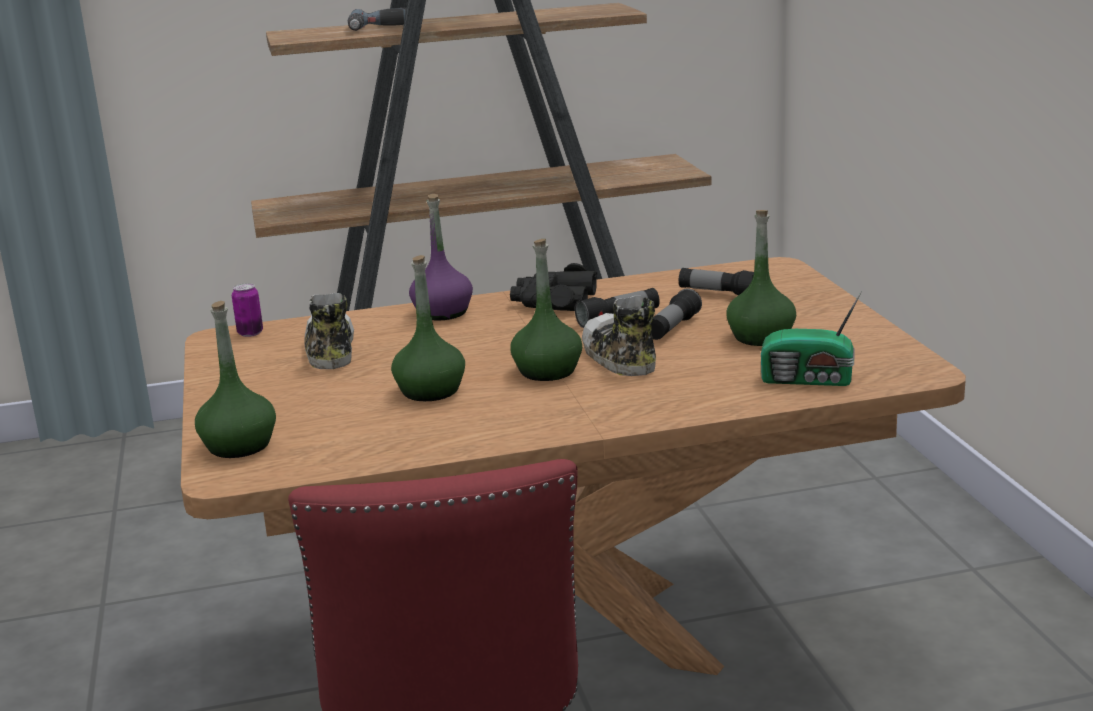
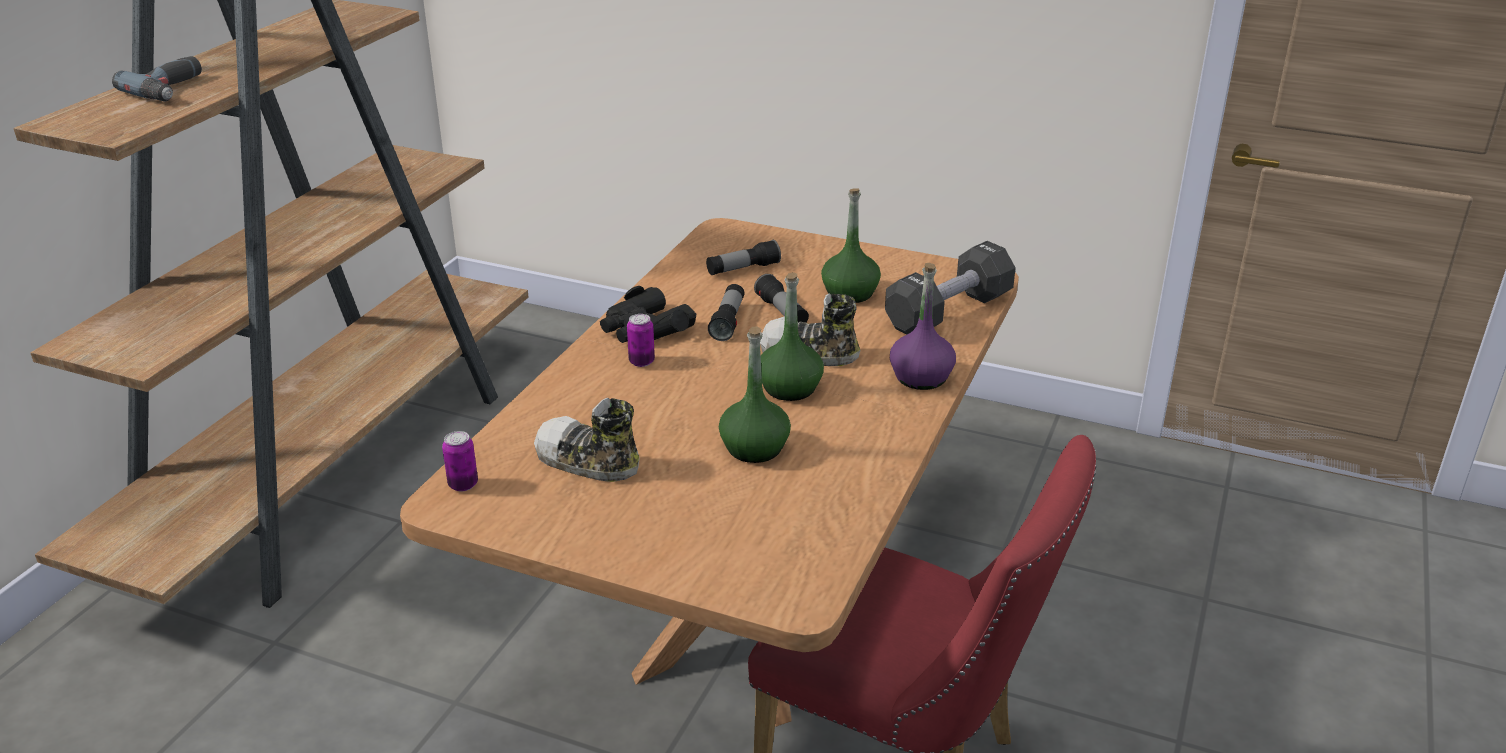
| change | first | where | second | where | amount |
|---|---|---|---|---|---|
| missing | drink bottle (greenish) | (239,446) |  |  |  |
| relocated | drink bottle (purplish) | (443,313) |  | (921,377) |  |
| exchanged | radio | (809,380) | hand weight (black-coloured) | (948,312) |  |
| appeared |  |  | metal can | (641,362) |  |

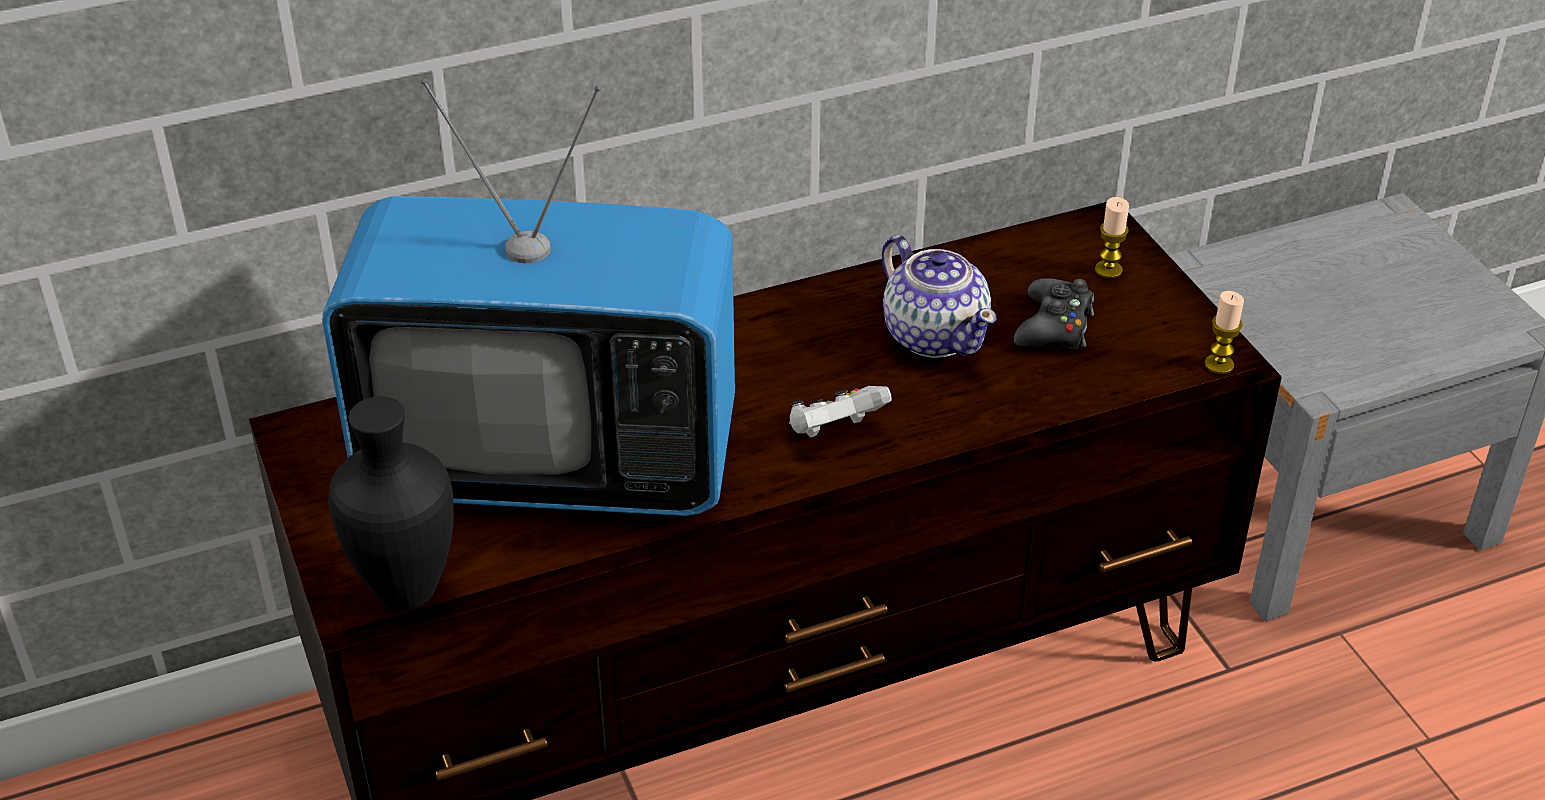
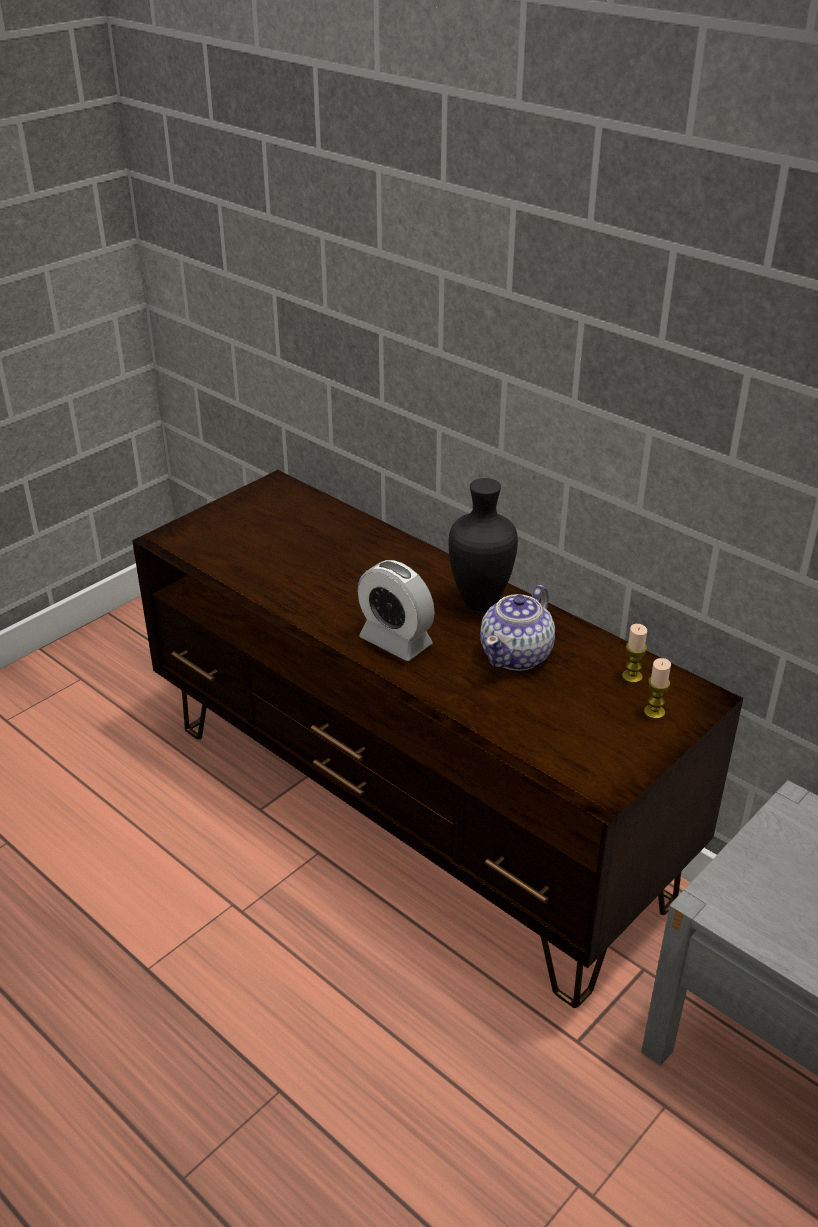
| change | first | where | second | where | amount |
|---|---|---|---|---|---|
| missing | TV set | (551,463) |  |  |  |
| relocated | decorative vase (black-coloured) | (406,589) |  | (481,602) |  |
| exchanged | gamepad (white-coloured) | (835,431) | bedside clock | (395,641) |  |
| missing | gamepad (black-coloured) | (1054,326) |  |  |  |
| relocated | candle | (1219,365) |  | (632,677) |  |

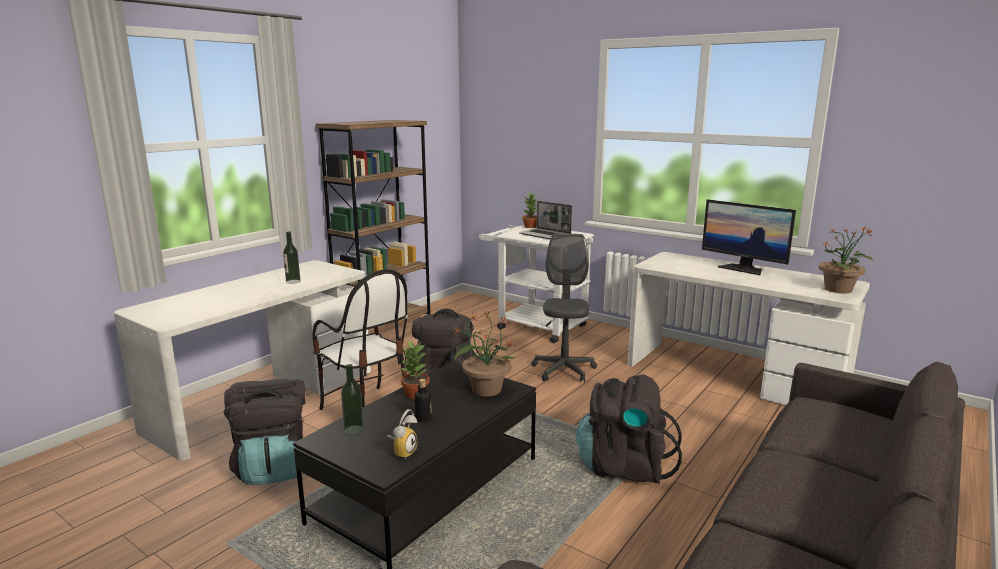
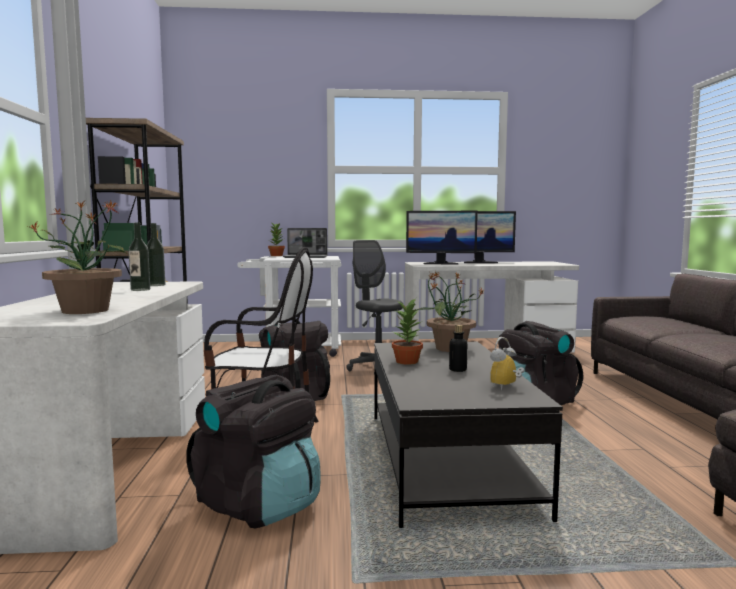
| change | first | where | second | where | amount |
|---|---|---|---|---|---|
| relocated | drink bottle | (354,430) |  | (156,285) |  |
| spun | bedside clock | (403,452) |  | (506,387) | 120 degrees counterclockwise |
| relocated | plant in a pot | (839,289) |  | (87,310) |  |
| appeared |  |  | computer screen | (440,263) |  |

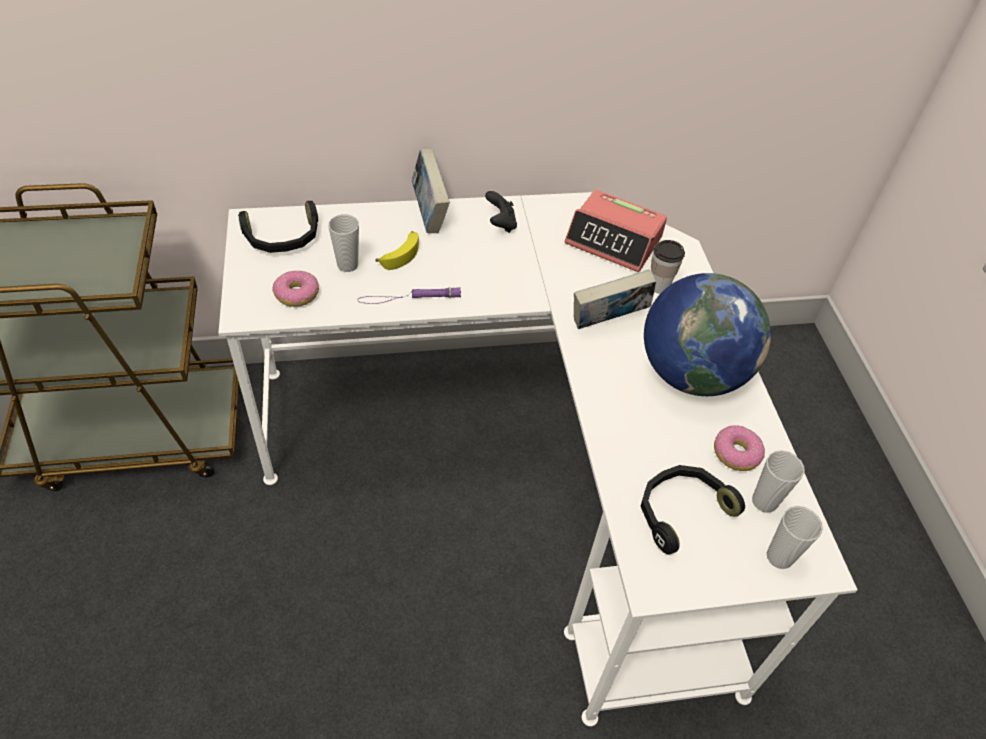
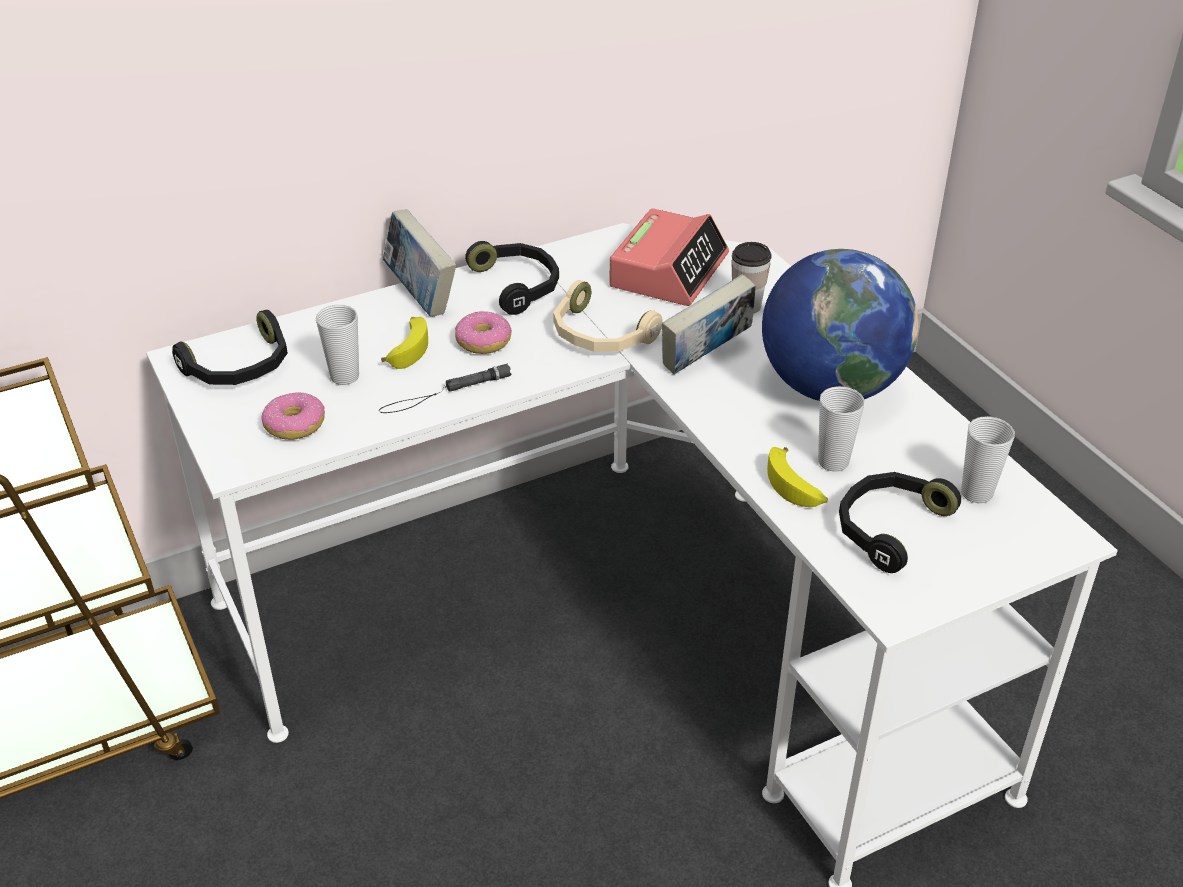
| change | first | where | second | where | amount |
|---|---|---|---|---|---|
| colour | hand torch (purplish) | (409,298) | hand torch (black-coloured) | (445,393) |  |
| exchanged | gamepad (black-coloured) | (500,224) | pair of headphones (black-coloured) | (518,285) |  |
| spun | bedside clock | (614,240) |  | (669,271) | 75 degrees counterclockwise |
| relocated | doughnut | (736,453) |  | (484,341) |  |
| relocated | cup | (779,557) |  | (833,462) |  |
| appeared |  |  | pair of headphones (beige-coloured) | (599,336) |  |
| appeared |  |  | whole banana | (795,487) |  |

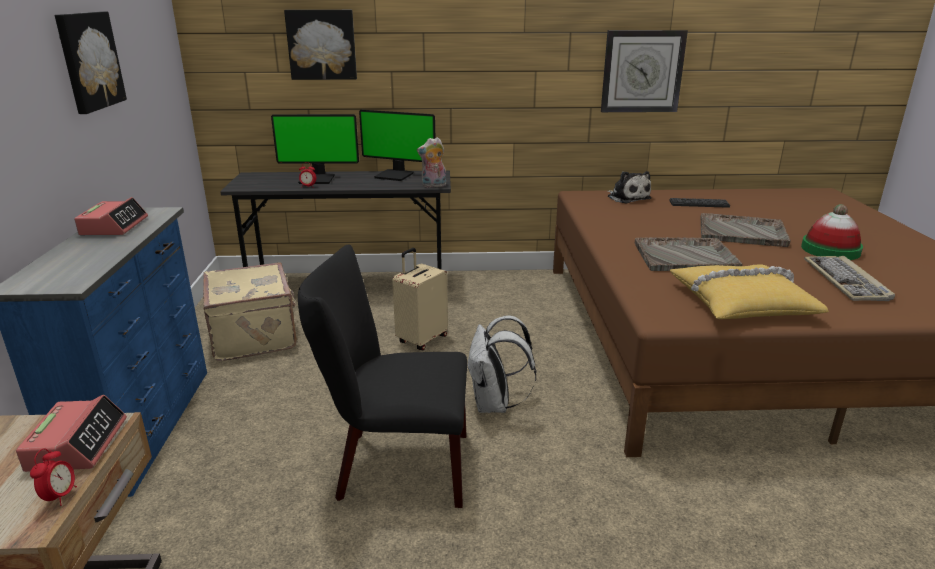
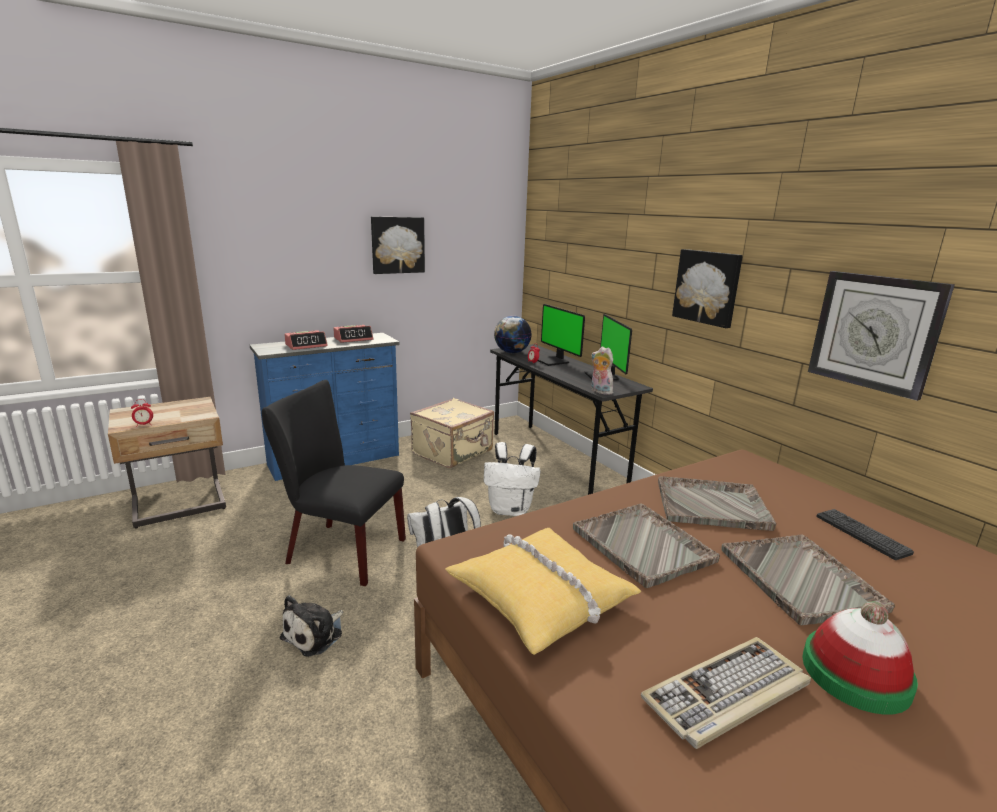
| change | first | where | second | where | amount |
|---|---|---|---|---|---|
| relocated | bedside clock | (77,444) |  | (306,345) |  |
| relocated | wall art | (322,44) |  | (707,287) |  |
| spun | upright chair (black-coloured) | (394,467) |  | (339,550) | 45 degrees counterclockwise |
| exchanged | piece of luggage (beige-coloured) | (421,339) | rucksack (white-coloured) | (511,510) |  |
| relocated | plush toy | (627,197) |  | (315,634) |  |
| appeared |  |  | world globe | (511,352) |  |
| appeared |  |  | carrying tray (greyish) | (713,505) |  |

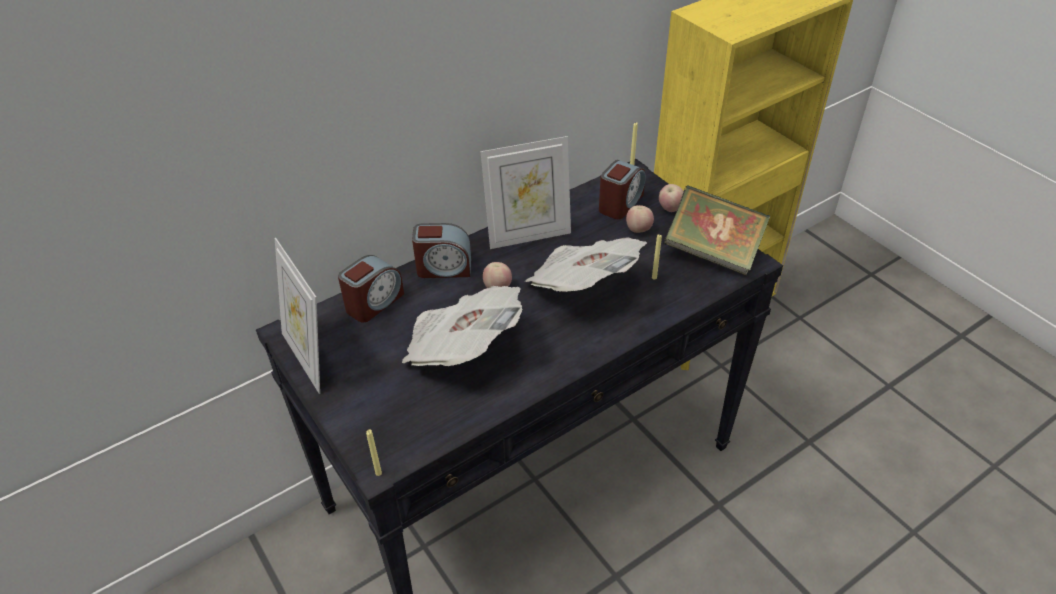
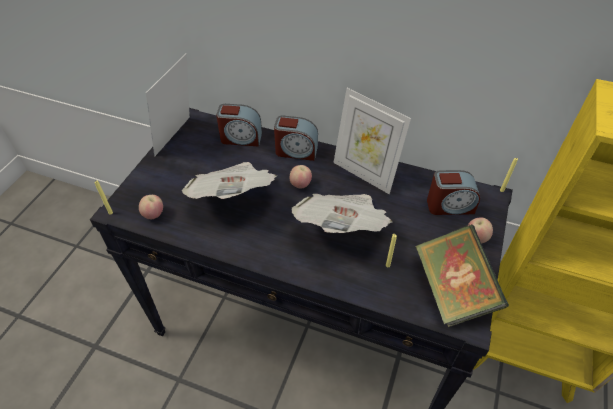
| change | first | where | second | where | amount |
|---|---|---|---|---|---|
| spun | bedside clock | (444,268) |  | (296,151) | 45 degrees counterclockwise |
| relocated | apple | (638,230) |  | (154,215) |  |

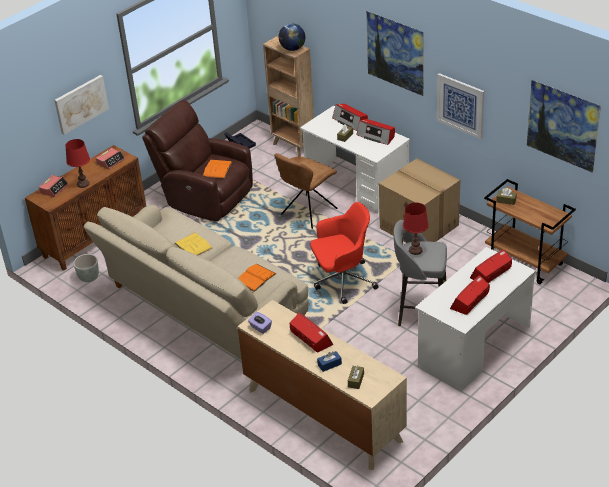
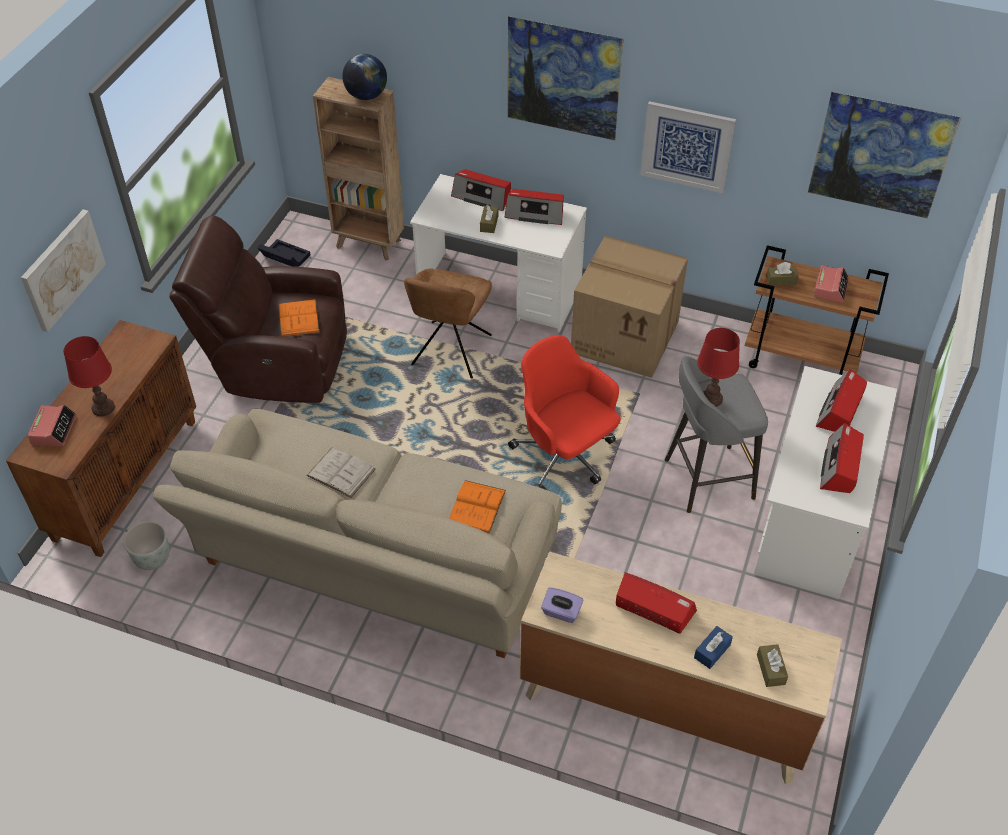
| change | first | where | second | where | amount |
|---|---|---|---|---|---|
| relocated | bedside clock | (111,161) |  | (830,288) |  |
| colour | bound book (yellow) | (193,245) | bound book (white-coloured) | (341,472) |  |
| spun | office chair (red) | (342,281) |  | (564,457) | 90 degrees counterclockwise |

